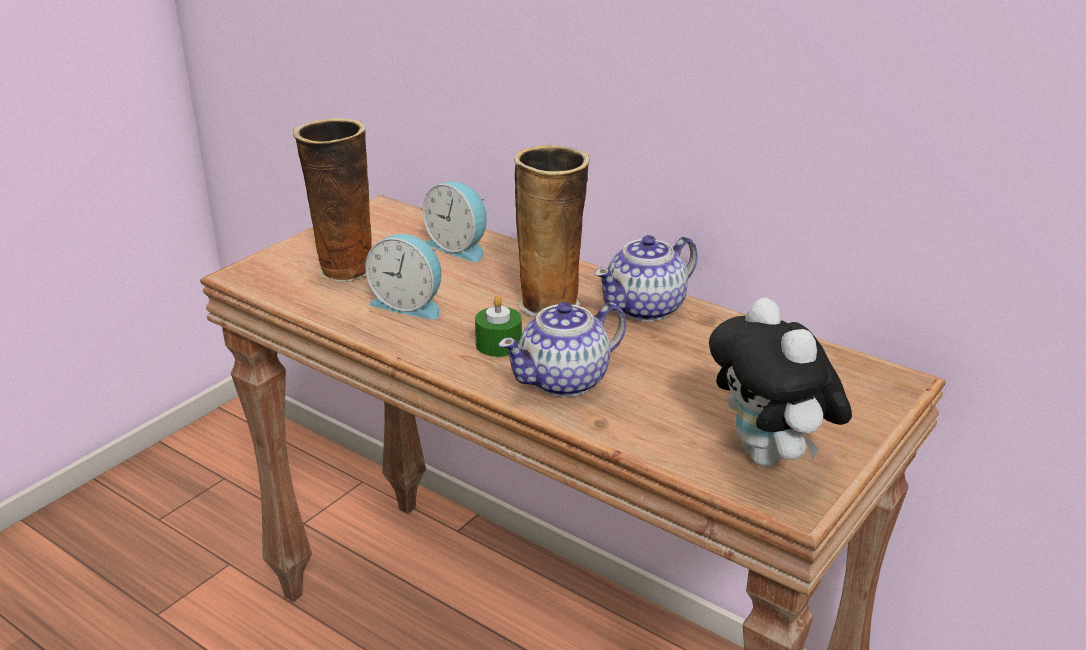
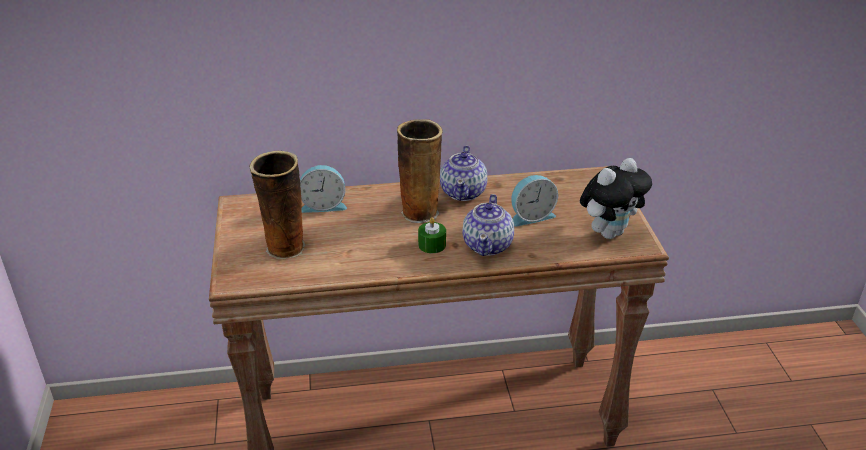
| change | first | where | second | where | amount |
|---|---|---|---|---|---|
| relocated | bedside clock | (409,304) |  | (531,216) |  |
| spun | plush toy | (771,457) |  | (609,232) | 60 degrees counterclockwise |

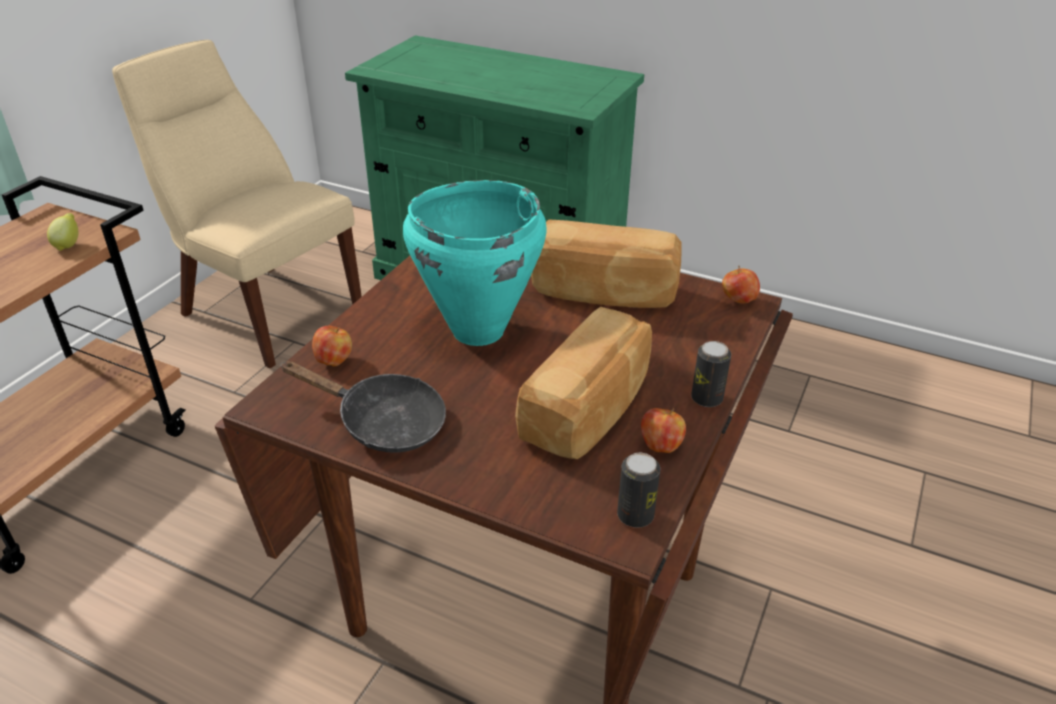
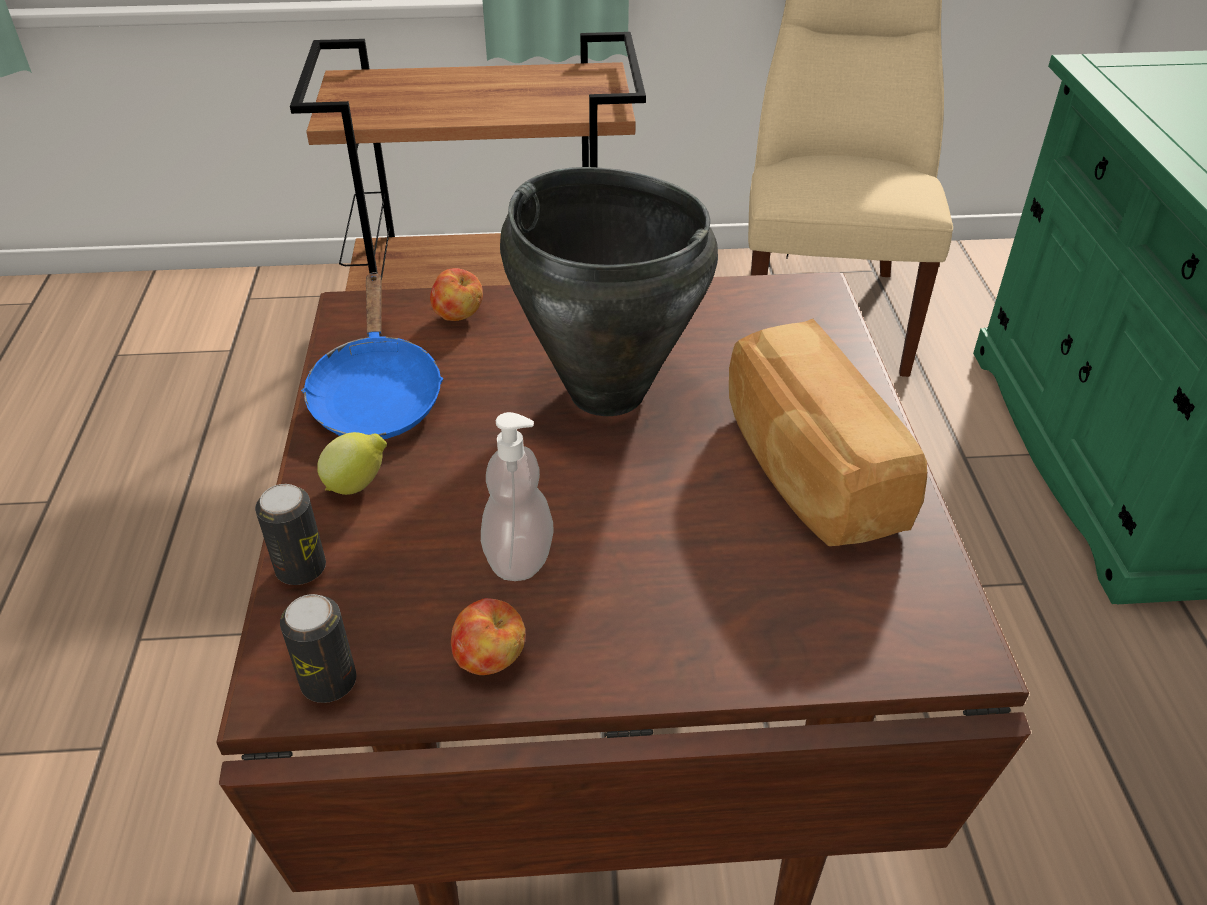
| change | first | where | second | where | amount |
|---|---|---|---|---|---|
| relocated | lemon | (68,245) |  | (358,485) |  |
| colour | frying pan (black-coloured) | (383,422) | frying pan (blue) | (376,395) |  |
| colour | stockpot (turquoise-coloured) | (477,330) | stockpot (black-coloured) | (606,391) |  |
| exchanged | bakery bread | (590,410) | liquid soap bottle | (519,557) |  |
| relocated | metal can | (706,398) |  | (301,568) |  |
| missing | apple | (738,300) |  |  |  |

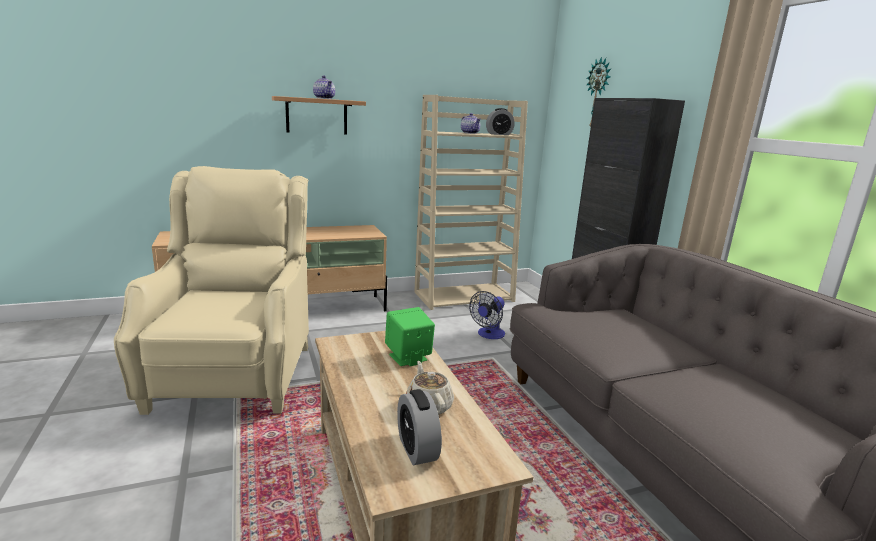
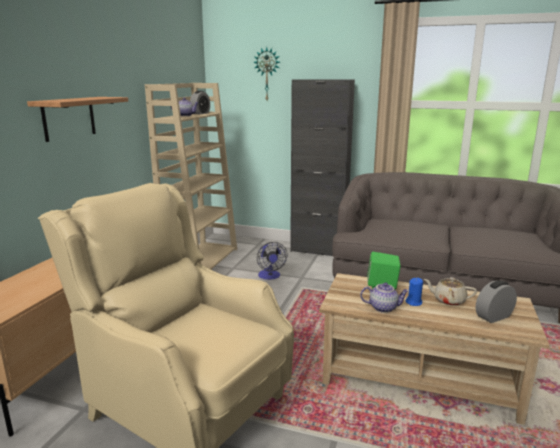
| change | first | where | second | where | amount |
|---|---|---|---|---|---|
| relocated | pot for tea | (324,98) |  | (383,307) |  |
| spun | bedside clock | (417,449) |  | (493,316) | 135 degrees clockwise |
| appeared |  |  | candle (blue) | (414,302) |  |

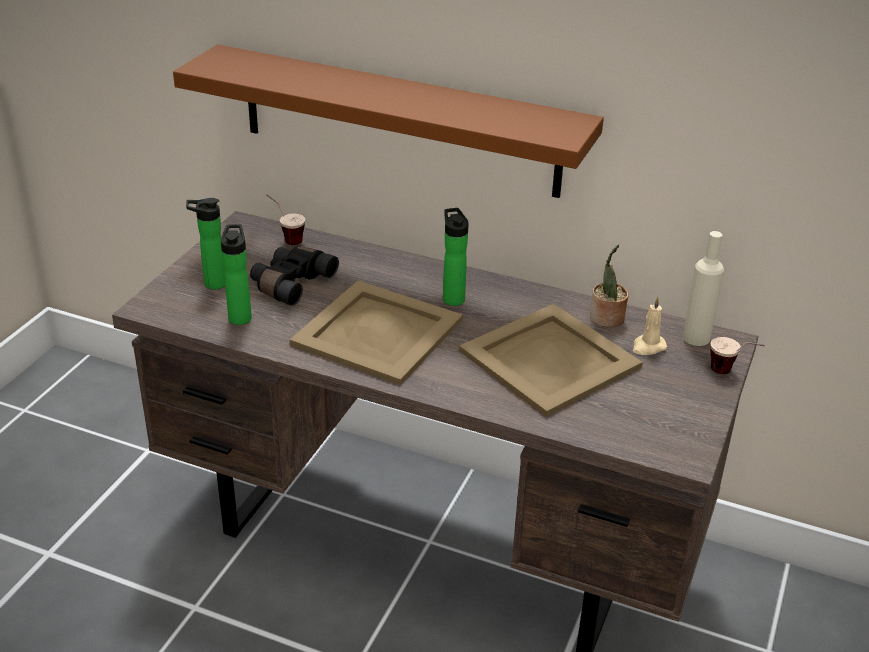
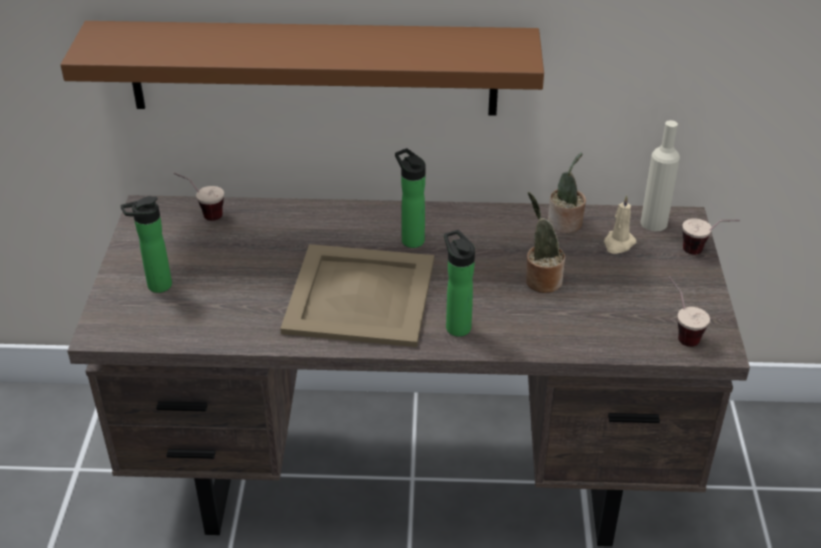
| change | first | where | second | where | amount |
|---|---|---|---|---|---|
| relocated | drink bottle | (240,316) |  | (456,325) |  |
| missing | field glasses (black-coloured) | (290,283) |  |  |  |
| exchanged | carrying tray (beige-coloured) | (551,359) | plant in a pot | (541,280) |  |
| appeared |  |  | cup | (680,332) |  |

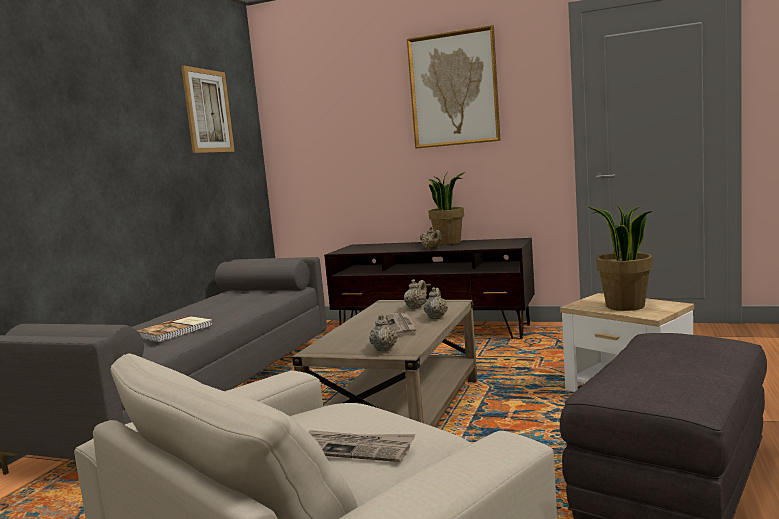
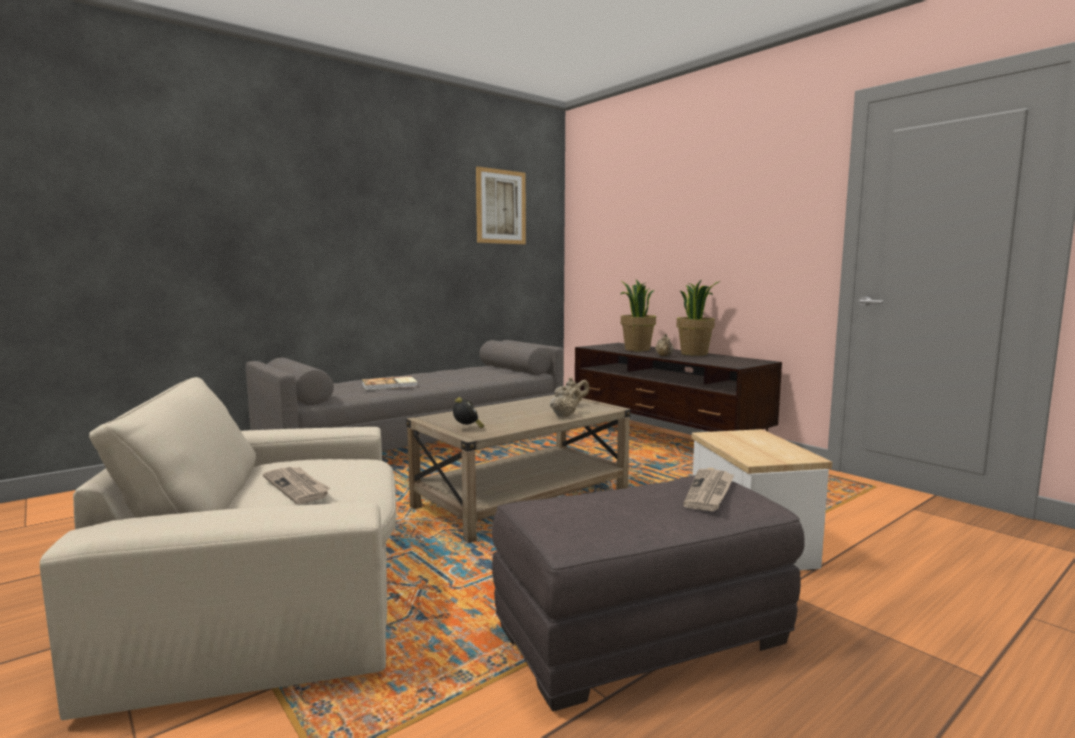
| change | first | where | second | where | amount |
|---|---|---|---|---|---|
| exchanged | pot for tea (beige-coloured) | (384,349) | bedside clock | (467,429) |  |
| relocated | printed paper | (401,326) |  | (710,492) |  |
| missing | wall art | (453,89) |  |  |  |
| relocated | plant in a pot | (624,306) |  | (636,349) |  |

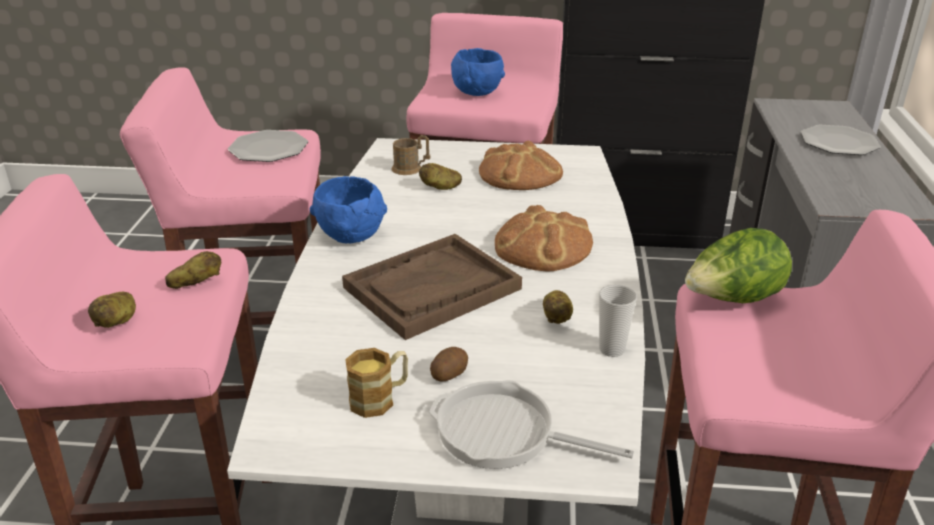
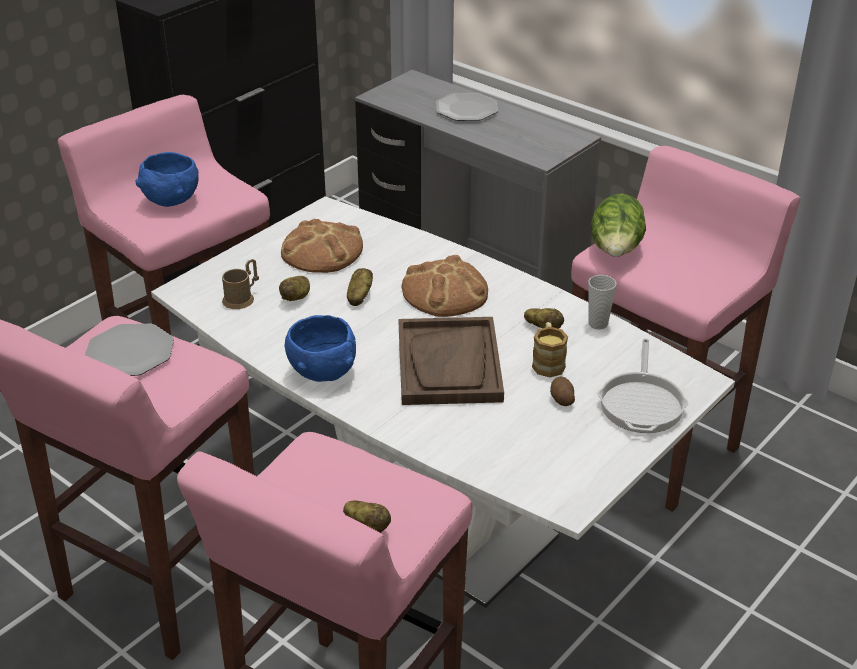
| change | first | where | second | where | amount |
|---|---|---|---|---|---|
| relocated | potato | (196,283) |  | (359,297) |  |
| relocated | mug | (380,398) |  | (548,362) |  |
| spun | frying pan | (503,433) |  | (642,403) | 45 degrees counterclockwise |

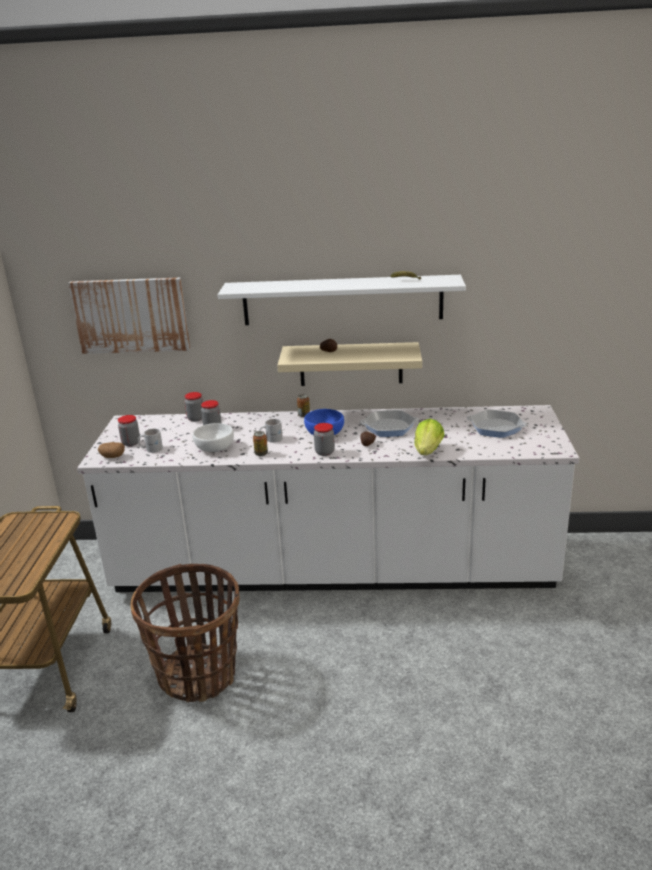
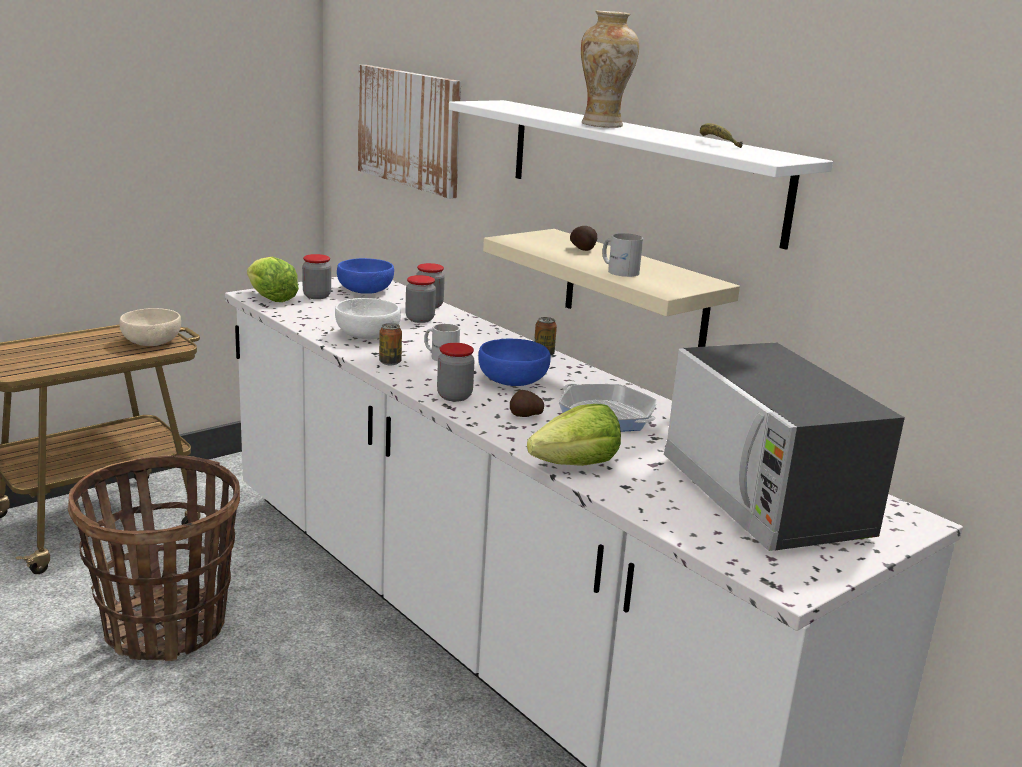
| change | first | where | second | where | amount |
|---|---|---|---|---|---|
| exchanged | potato | (112,457) | lettuce head | (270,298) |  |
| relocated | mug (white-coloured) | (151,448) |  | (619,270) |  |
| exchanged | frying pan | (496,427) | microwave oven | (764,498) |  |
| appeared |  |  | bowl (beige-coloured) | (152,341) |  |
| appeared |  |  | bowl (blue) | (365,290) |  |
| appeared |  |  | decorative vase | (602,125) |  |

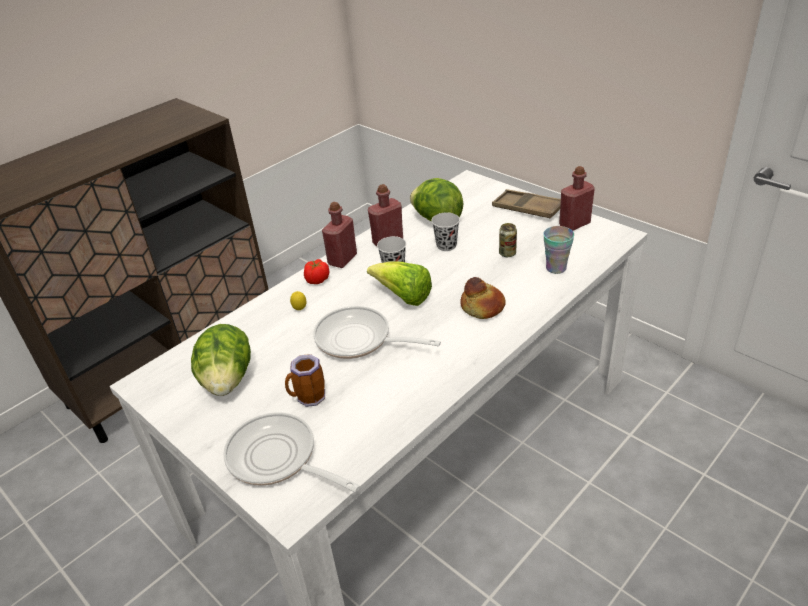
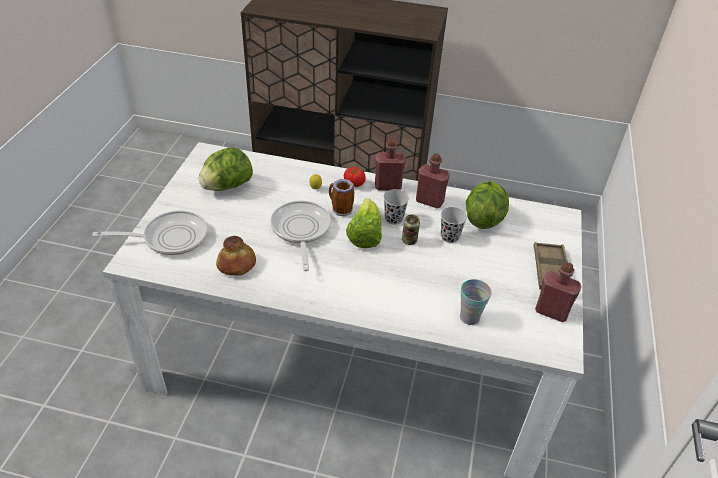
| change | first | where | second | where | amount |
|---|---|---|---|---|---|
| spun | frying pan | (278,459) |  | (170,237) | 75 degrees clockwise |
| relocated | mug | (309,399) |  | (340,209) |  |
| relocated | bakery bread | (482,308) |  | (236,264) |  |
| relocated | metal can | (507,253) |  | (409,240) |  |

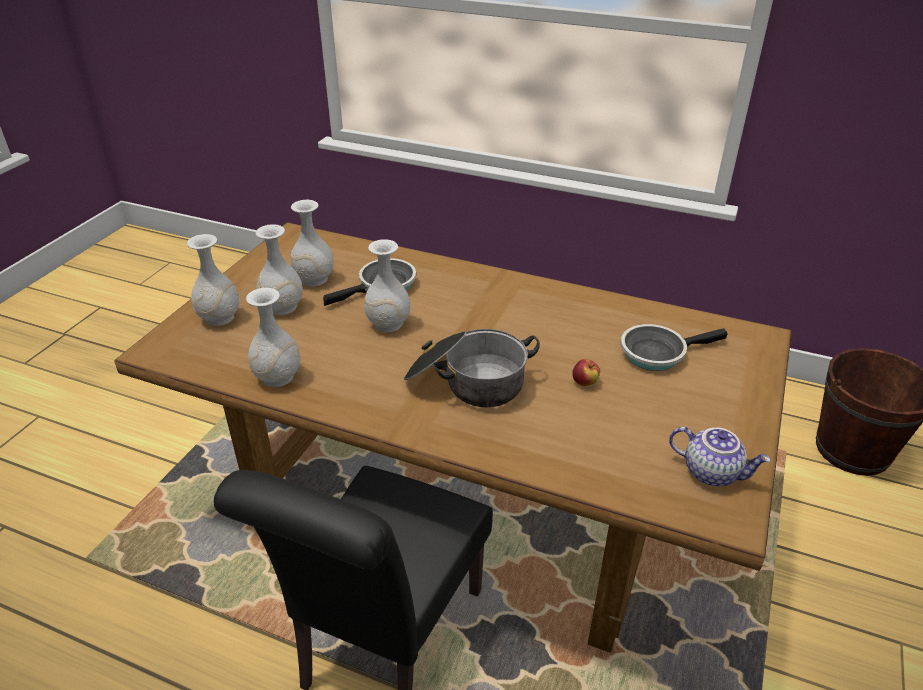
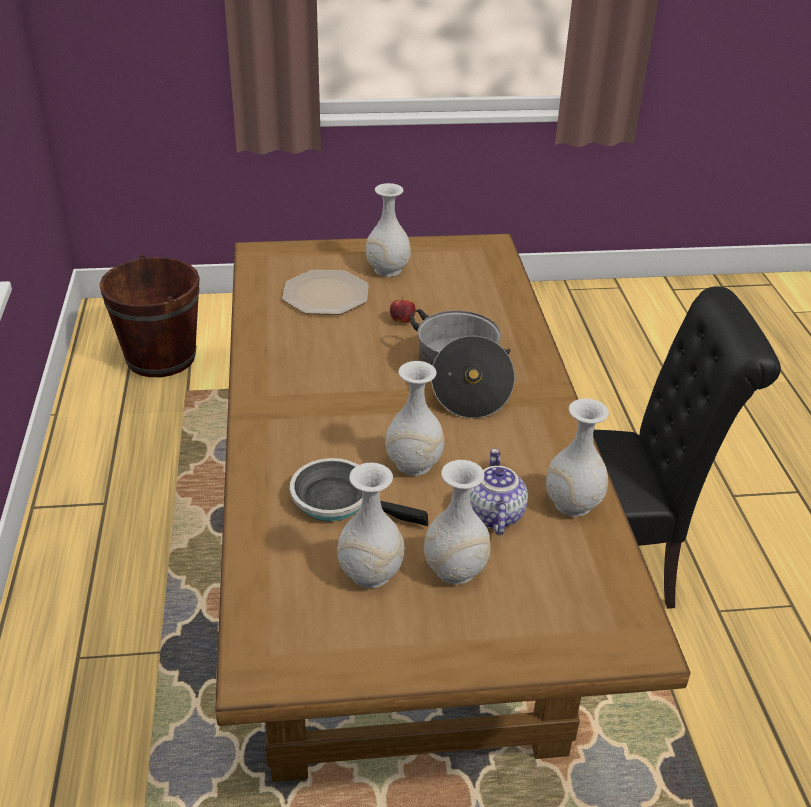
| change | first | where | second | where | amount |
|---|---|---|---|---|---|
| relocated | decorative vase (white-coloured) | (220,318) |  | (387,269) |  |
| exchanged | frying pan | (657,353) | plate | (326,295) |  |
| relocated | pot for tea | (712,472) |  | (493,514) |  |

